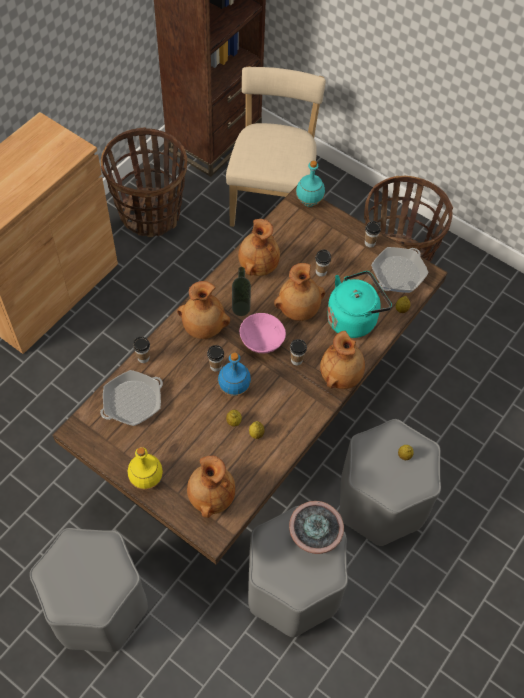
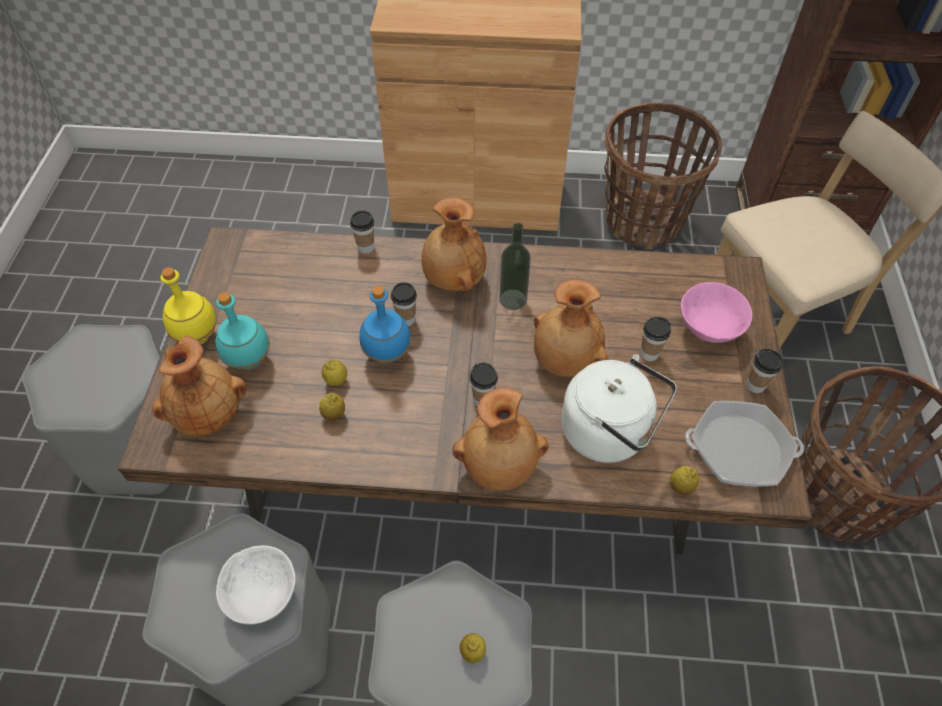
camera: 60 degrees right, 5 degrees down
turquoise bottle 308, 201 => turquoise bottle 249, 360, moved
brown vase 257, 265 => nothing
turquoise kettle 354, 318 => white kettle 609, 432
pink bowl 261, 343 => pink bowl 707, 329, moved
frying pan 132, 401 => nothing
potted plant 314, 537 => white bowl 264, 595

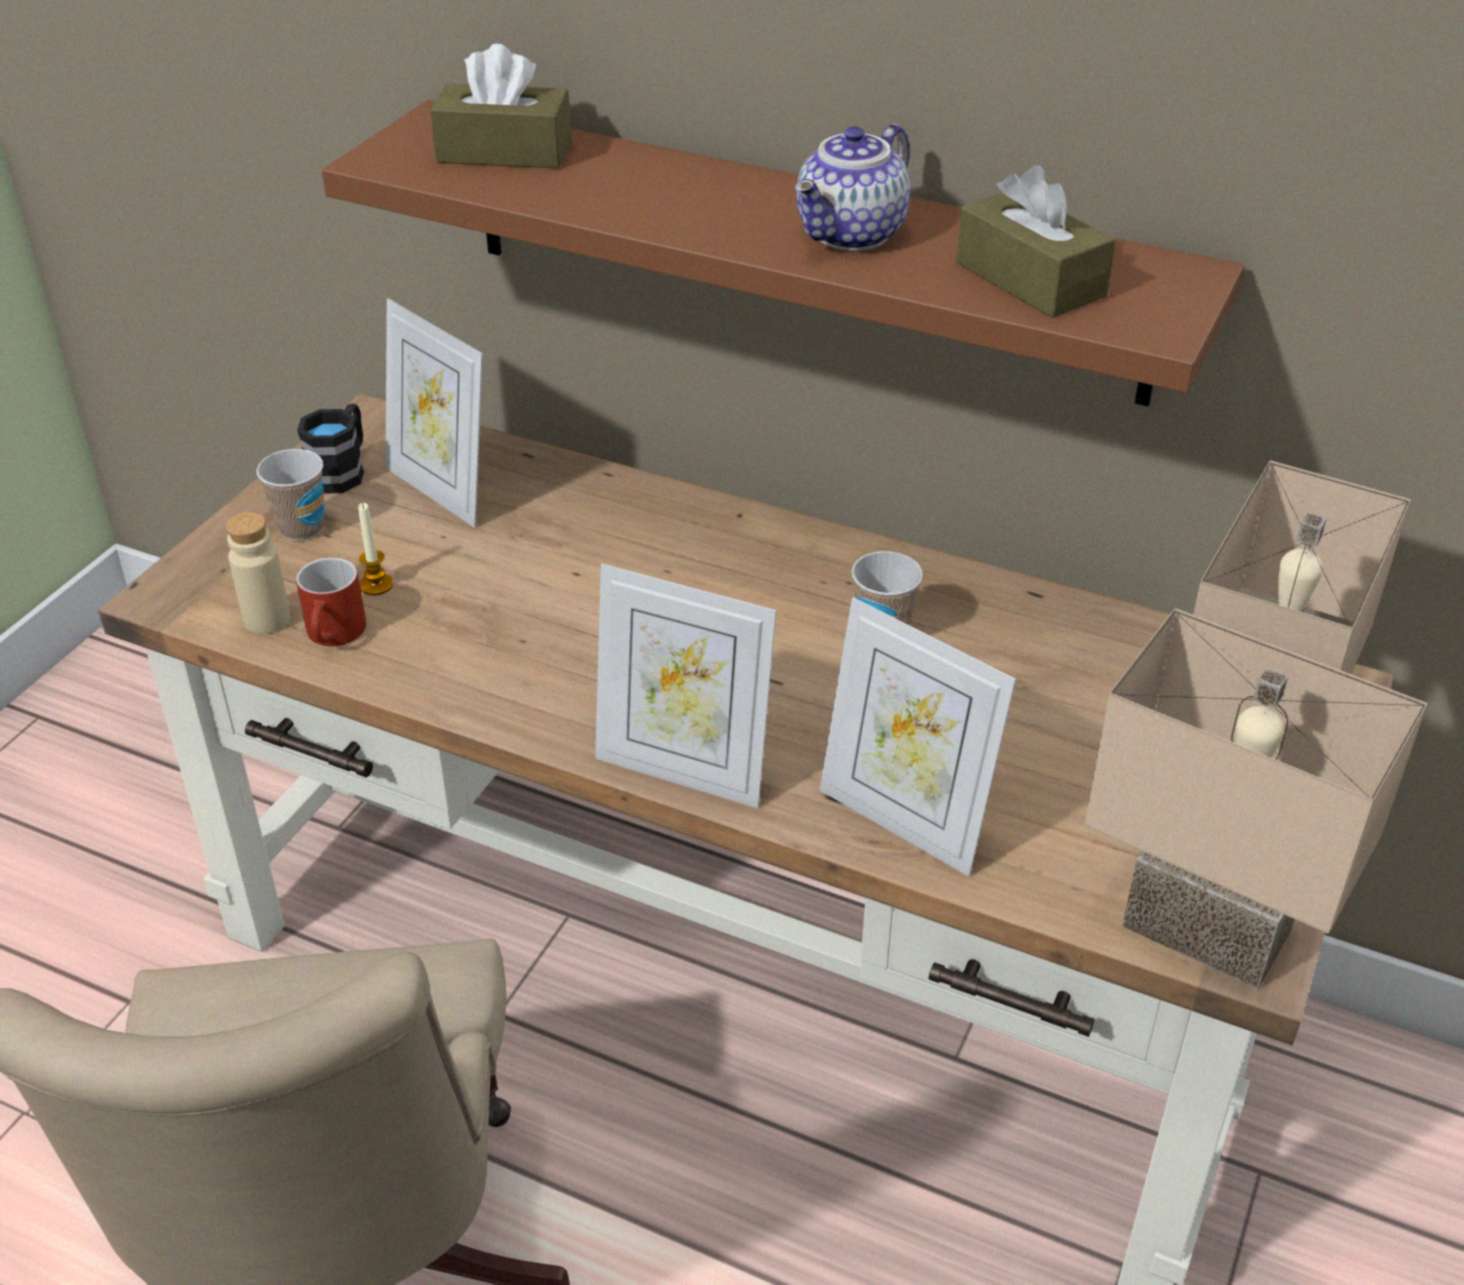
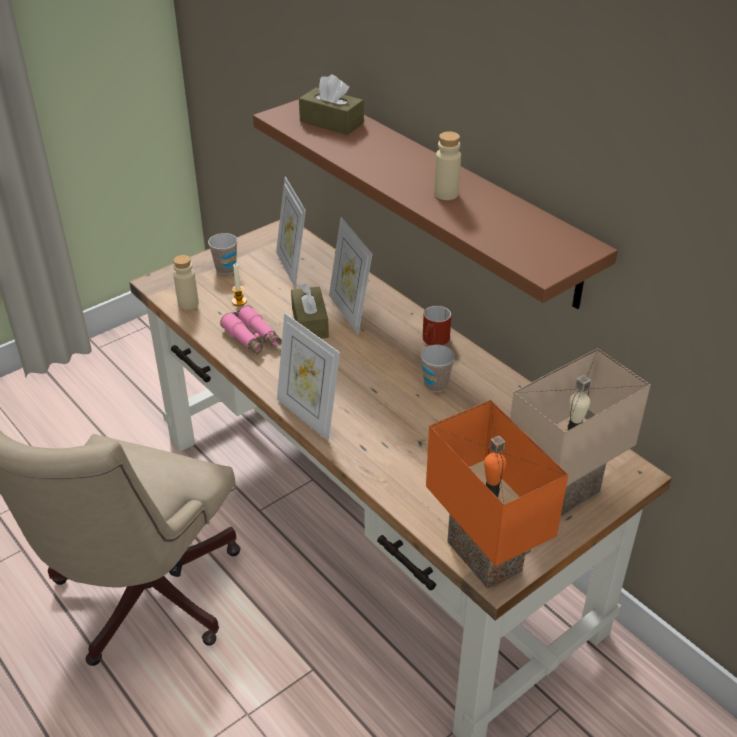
camera: 25 degrees right, 0 degrees up
teapot 853, 235 => beige bottle 446, 194
brown tissue box 1030, 279 => brown tissue box 310, 323, moved
black mug 342, 471 => nothing
red mug 335, 636 => red mug 434, 341, moved
picture frame 903, 821 => picture frame 350, 312, moved
beige table lamp 1211, 925 => orange table lamp 488, 555
nothing => pink binoculars 252, 338

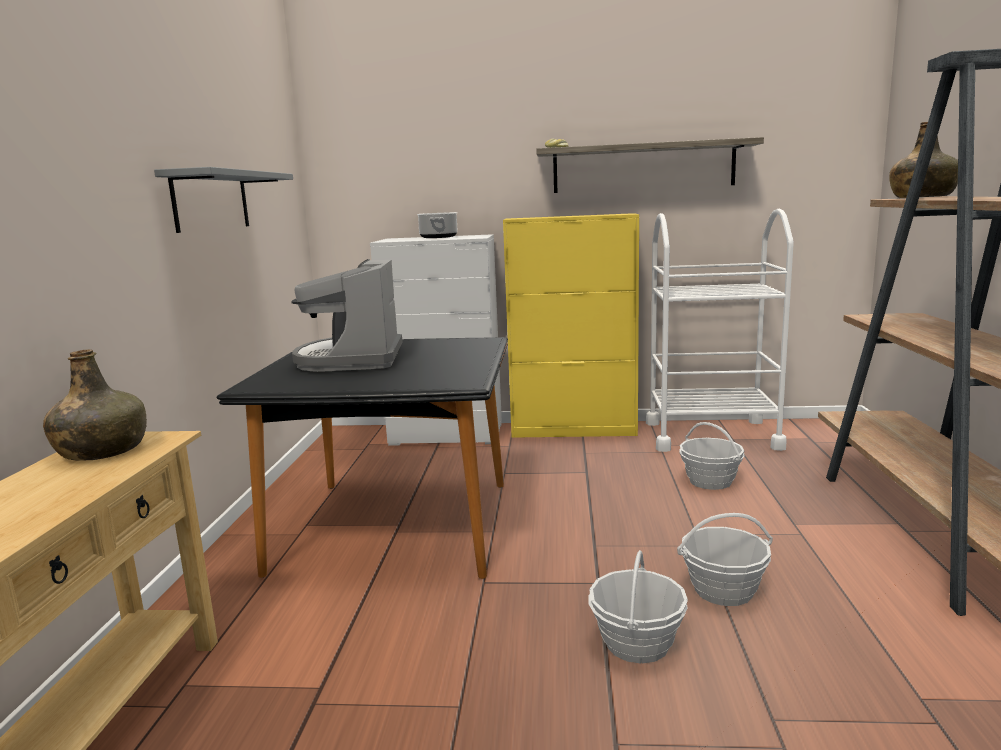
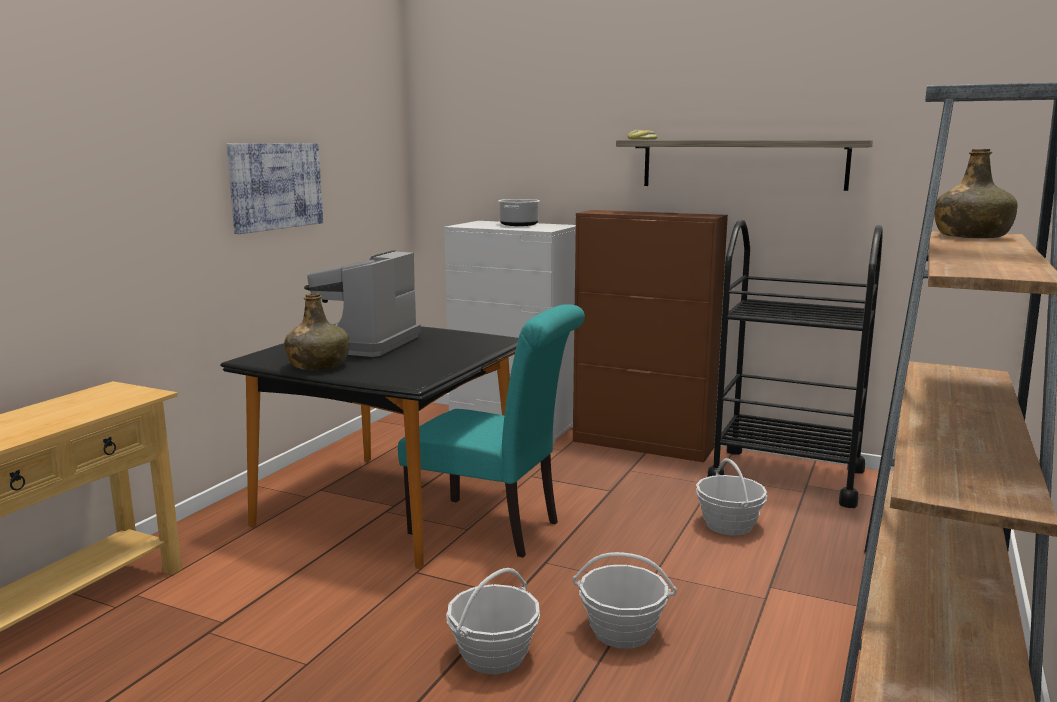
camera: 20 degrees right, 0 degrees up
grey shelf 211, 201 => picture 276, 186
white cart 711, 435 => black cart 786, 476
yellow cabinet 574, 430 => brown cabinet 643, 445
green bottle 102, 451 => green bottle 318, 366, moved
nothing => turquoise chair 493, 528

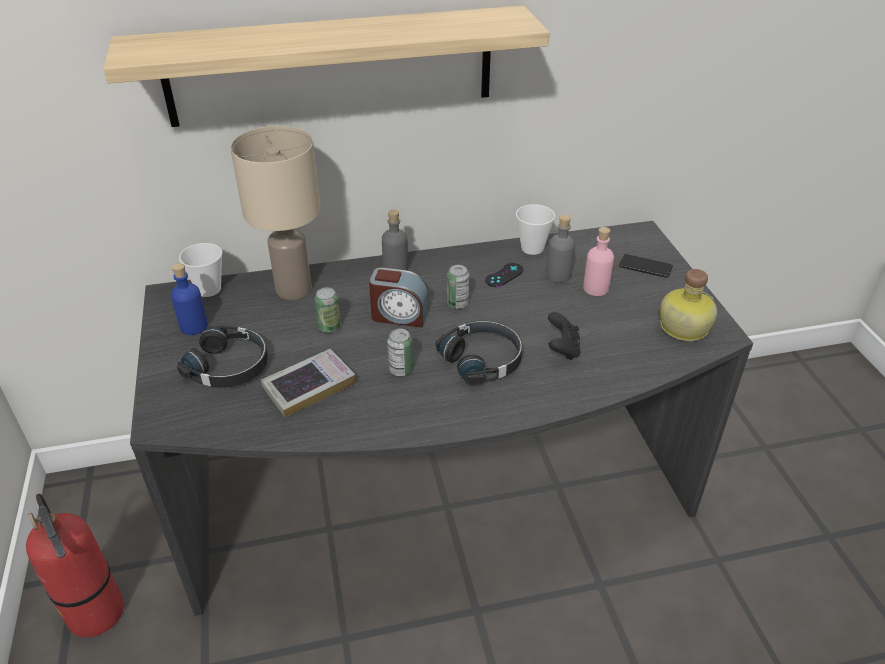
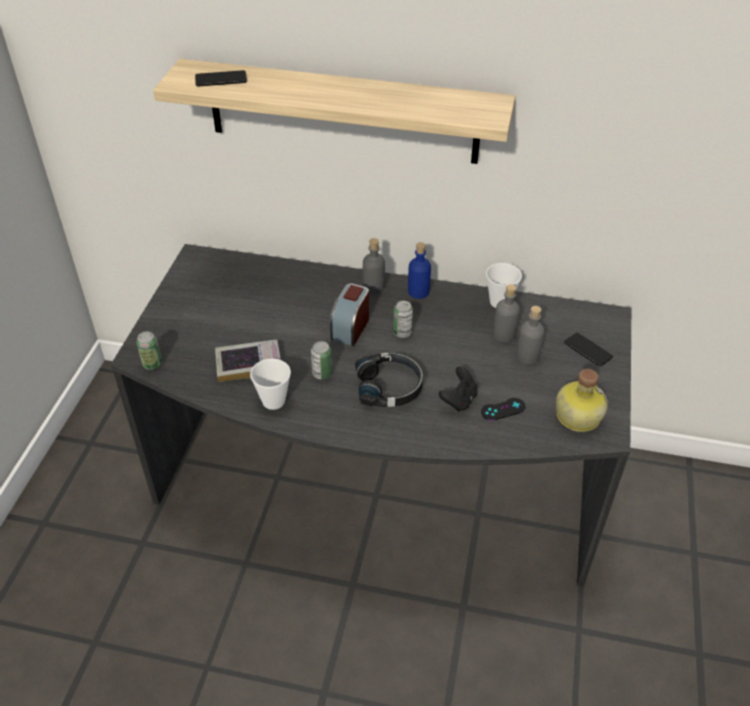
camera: 25 degrees right, 5 degrees up
beige table lamp 294, 289 => nothing
pink bottle 595, 288 => grey bottle 527, 356
cup 208, 289 => cup 273, 401, moved
blue bottle 194, 326 => blue bottle 418, 291, moved
black game controller 504, 275 => black game controller 503, 409, moved
alarm clock 399, 315 => alarm clock 350, 328, 75 degrees clockwise
can 329, 327 => can 152, 364, moved
black headphones 229, 366 => nothing
fire extinguisher 97, 613 => nothing
nothing => phone 221, 79

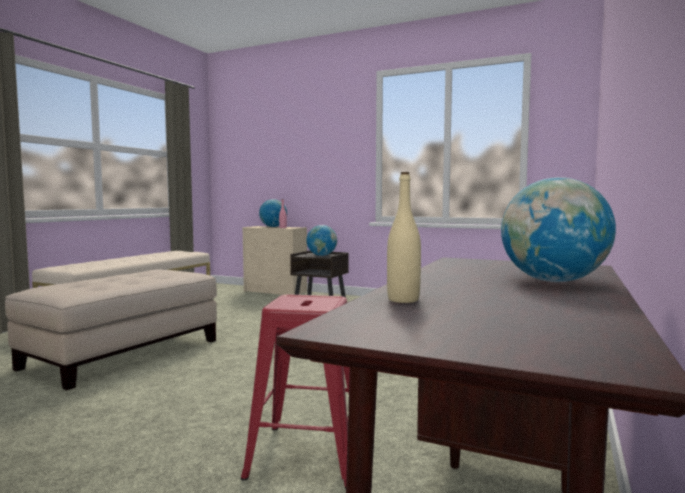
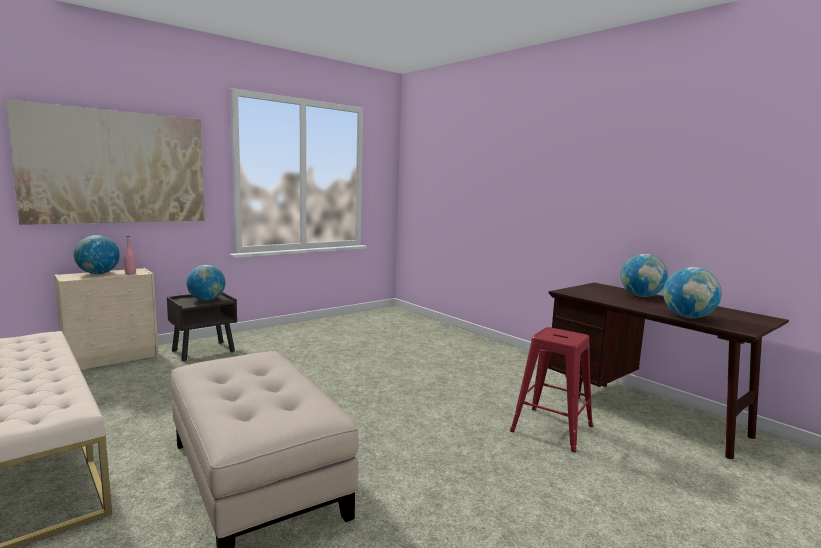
camera: 65 degrees left, 5 degrees up
beige bottle 403, 300 => globe 688, 317
nothing => picture 117, 167

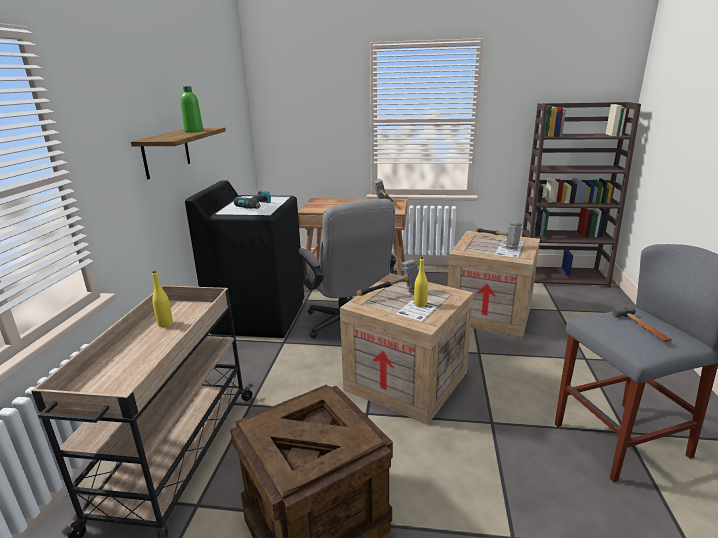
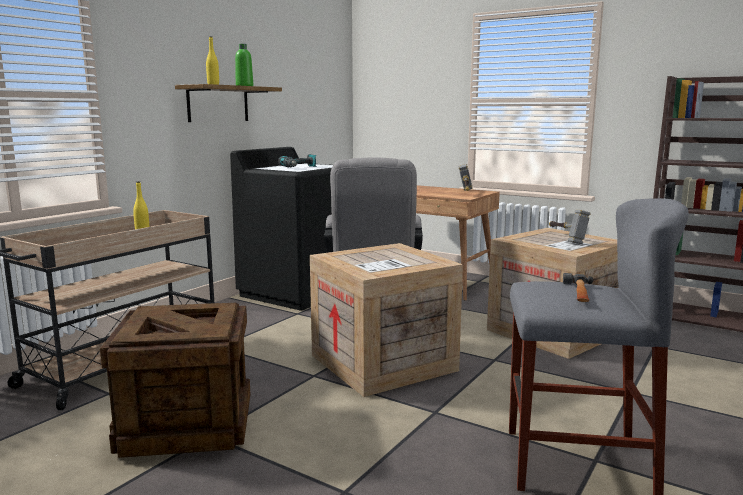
camera: 25 degrees right, 10 degrees down
yellow bottle 420, 304 => yellow bottle 213, 84, moved
hammer 391, 295 => nothing

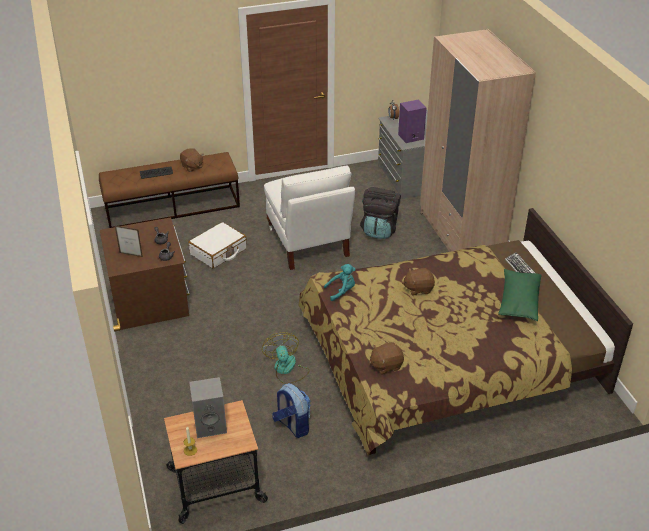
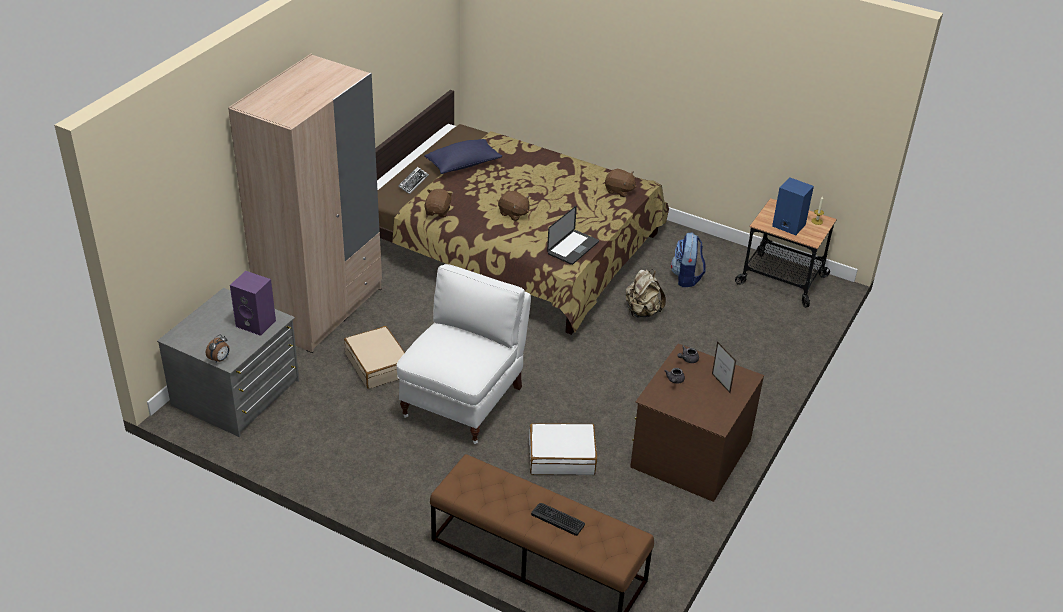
camera: 135 degrees left, 0 degrees up
brown plush toy 192, 166 => brown plush toy 438, 212, moved
black backpack 379, 229 => beige suitcase 378, 365
turquoise plush toy 341, 291 => laptop 573, 248
green pillow 518, 302 => blue pillow 463, 165
fan 287, 369 => beige backpack 642, 312
grey speaker 211, 425 => blue speaker 787, 225

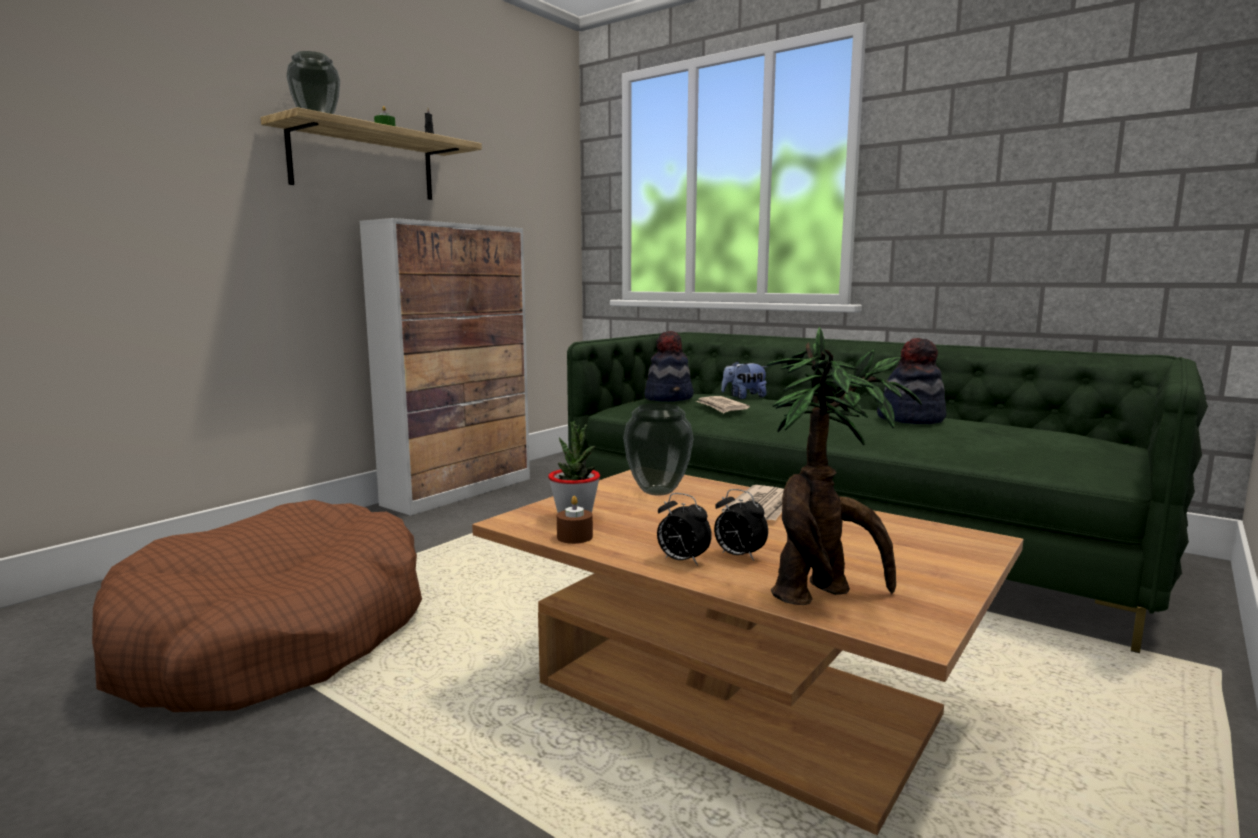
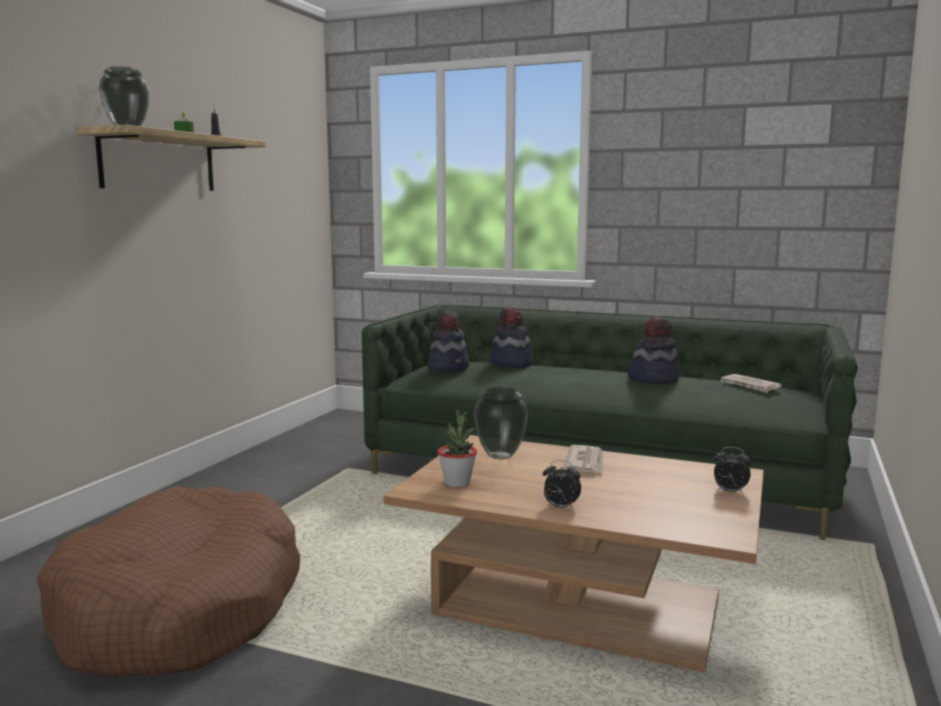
camera: 15 degrees left, 0 degrees up
cabinet 460, 491 => nothing
potted plant 823, 595 => nothing
plush toy 744, 397 => hat 511, 364
newspaper 721, 407 => newspaper 750, 386, moved
alarm clock 738, 556 => alarm clock 729, 492, moved
brown candle 574, 537 => nothing

